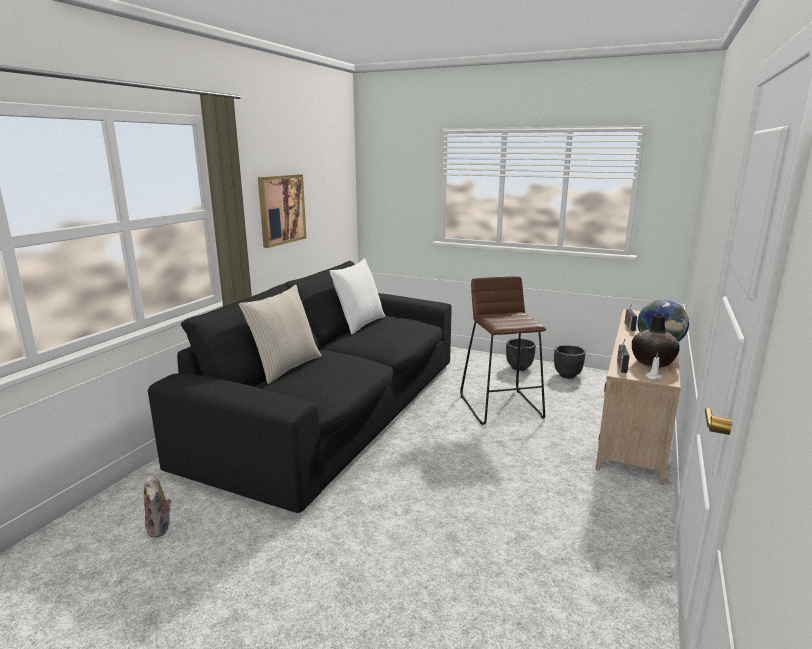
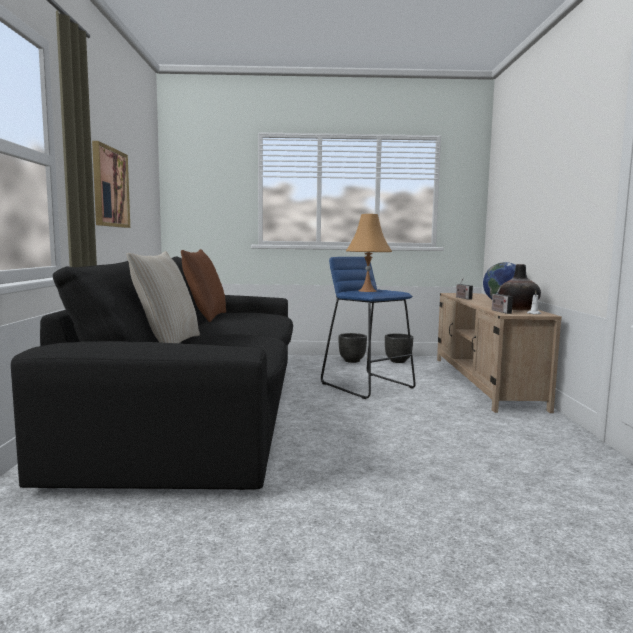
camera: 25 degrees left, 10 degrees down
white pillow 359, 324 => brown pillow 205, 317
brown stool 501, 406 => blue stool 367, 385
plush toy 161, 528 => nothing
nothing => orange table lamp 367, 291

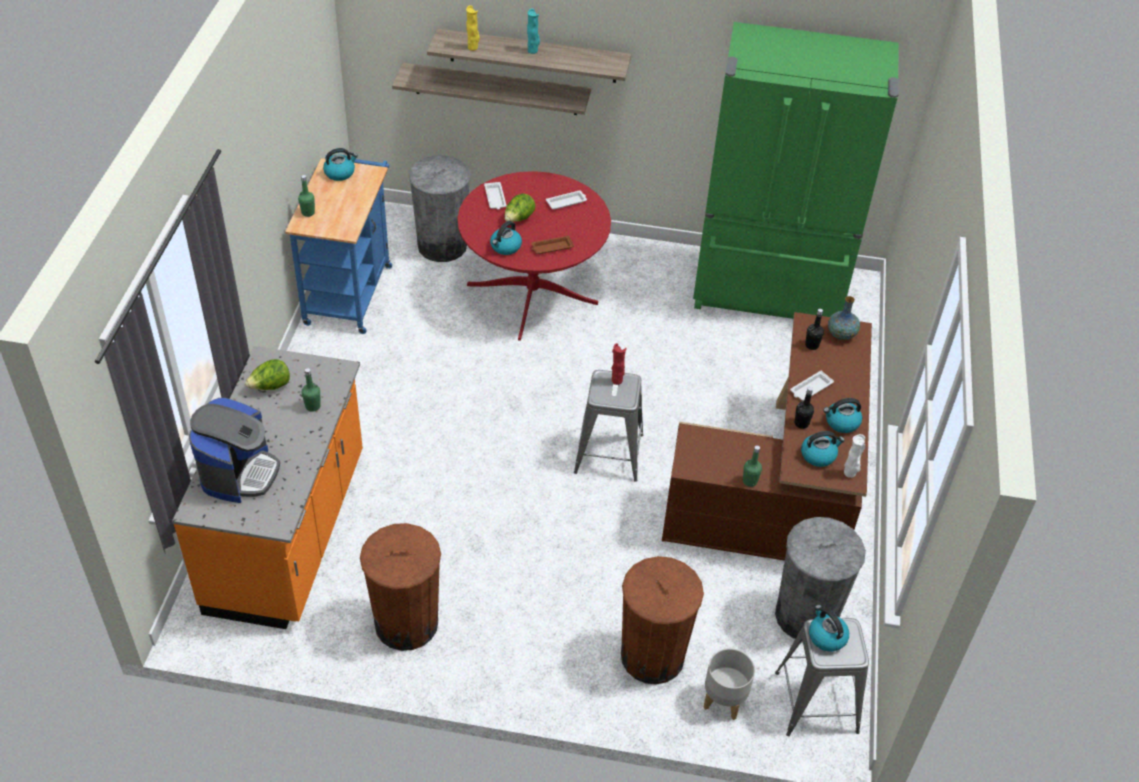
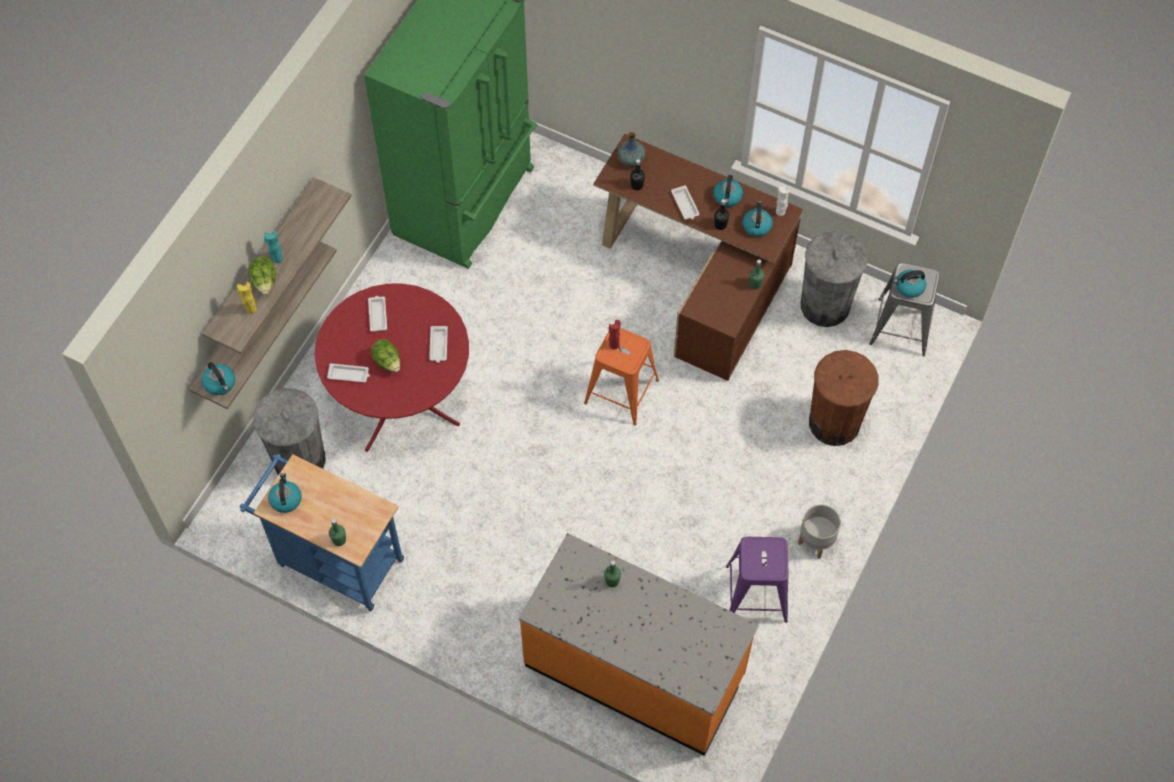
camera: 70 degrees left, 15 degrees up
kettle 505, 247 => kettle 220, 383, moved
brown tray 551, 247 => white tray 438, 346
lettuce 270, 386 => lettuce 265, 282, moved
grey stool 609, 453 => orange stool 621, 391
coffee machine 239, 473 => nothing
brown trash can 406, 623 => purple stool 756, 593
grey planter 724, 701 => grey planter 816, 542, moved

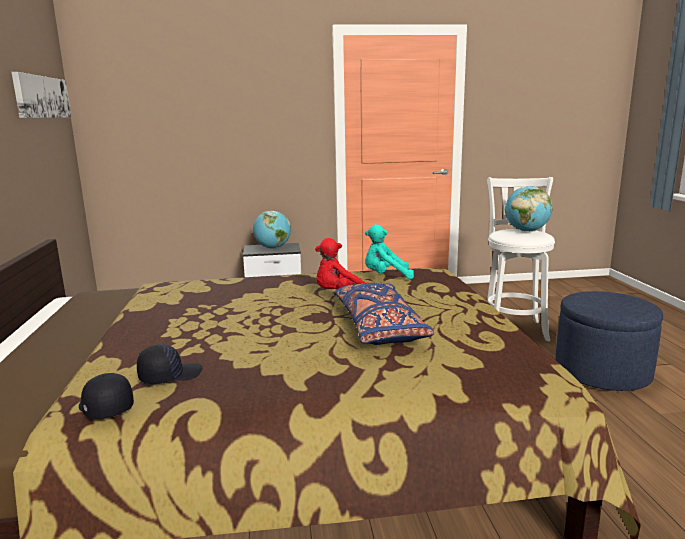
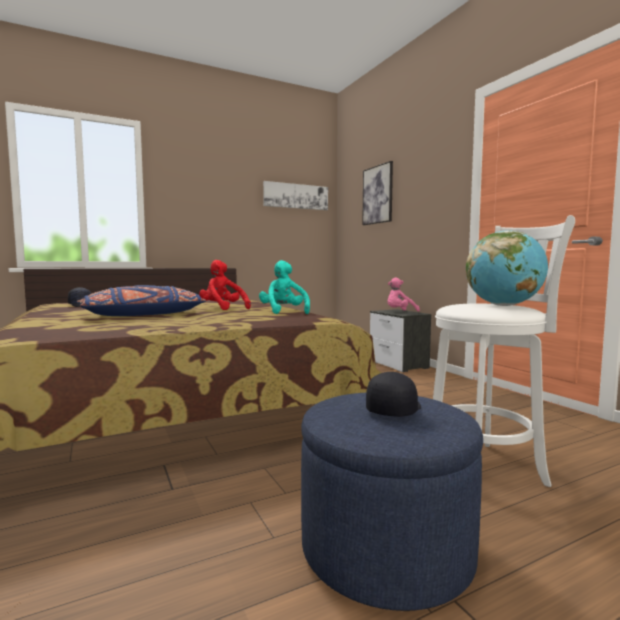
camera: 70 degrees right, 10 degrees down
globe 272, 248 => pink plush toy 400, 312
black cap 105, 407 => black cap 393, 409, moved
nothing => picture 377, 195

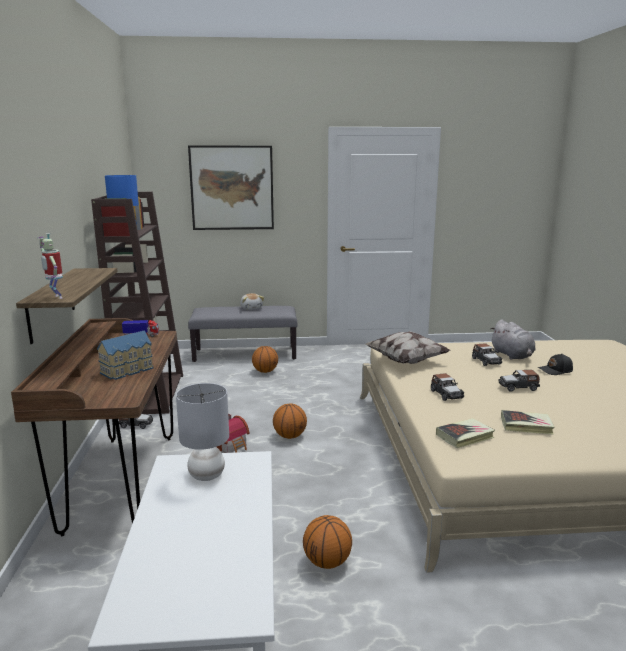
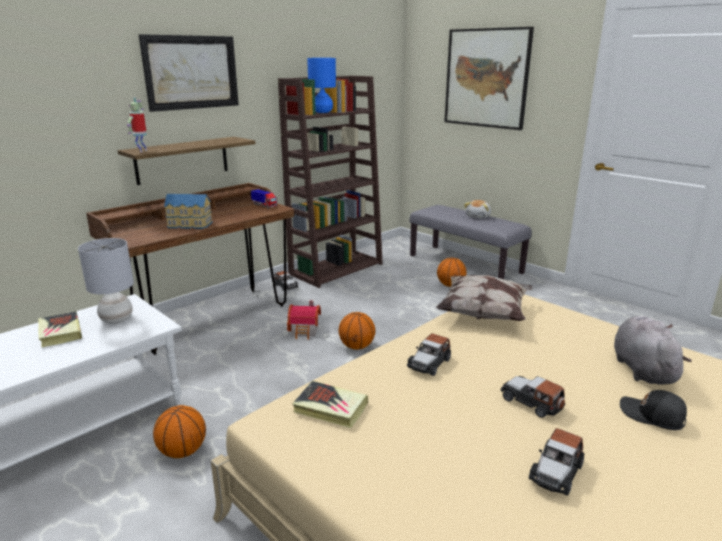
camera: 50 degrees right, 5 degrees up
grey plush toy 512, 355 => grey plush toy 641, 369, 150 degrees clockwise
toy car 486, 361 => toy car 556, 472, moved
book 526, 426 => book 60, 332, moved
nothing => picture 191, 72

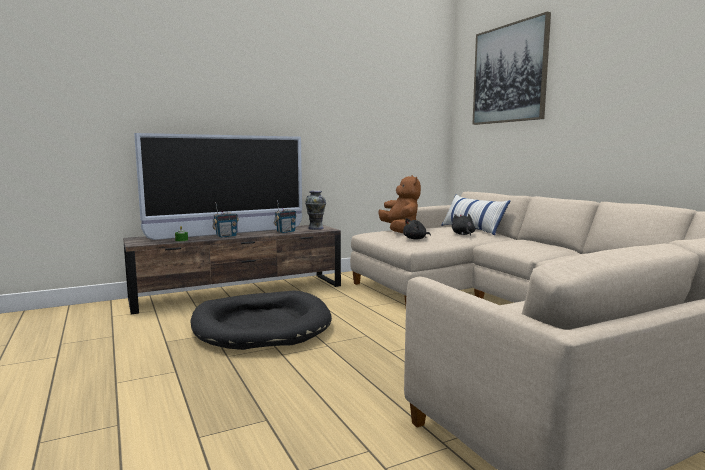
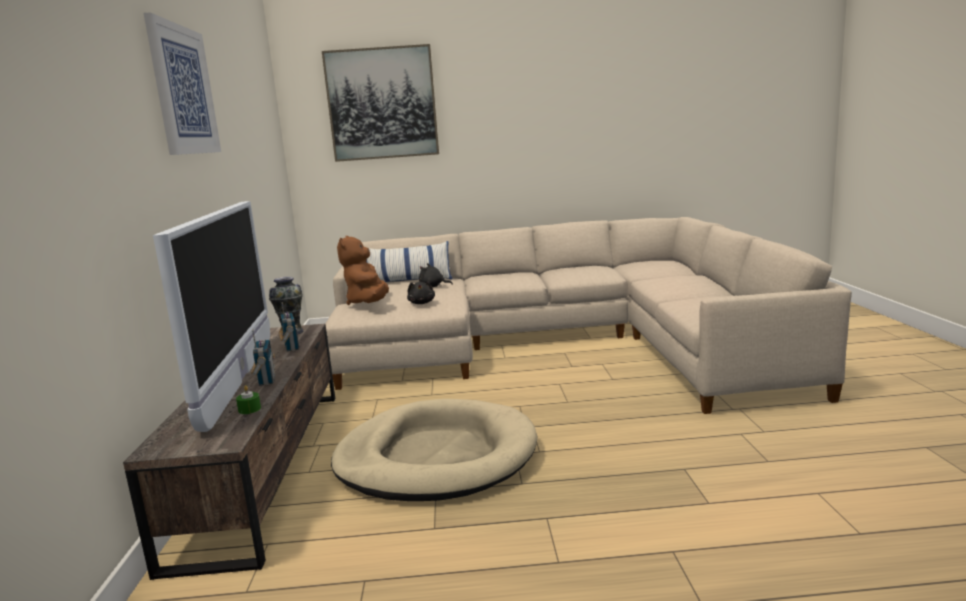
camera: 65 degrees left, 5 degrees up
brown plush toy 400, 231 => brown plush toy 368, 303, 105 degrees counterclockwise
black dog bed 261, 325 => beige dog bed 436, 457
nothing => picture 183, 90

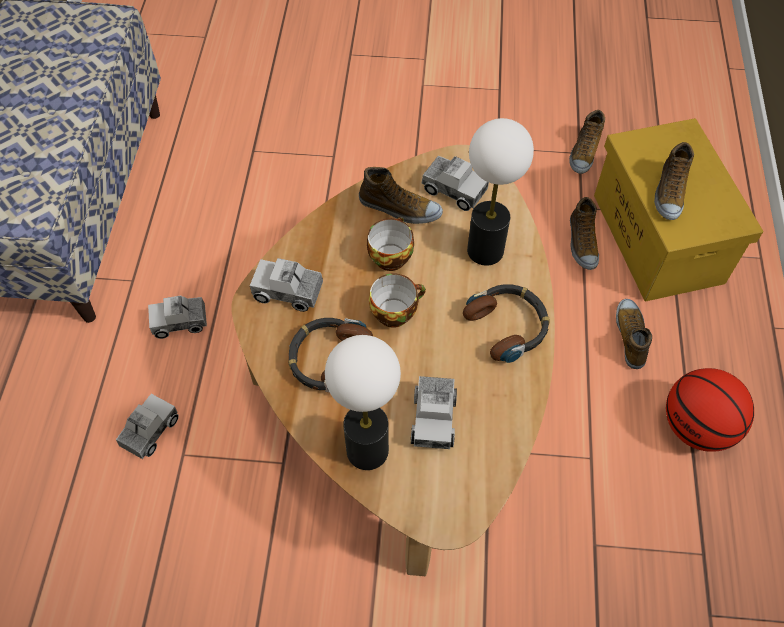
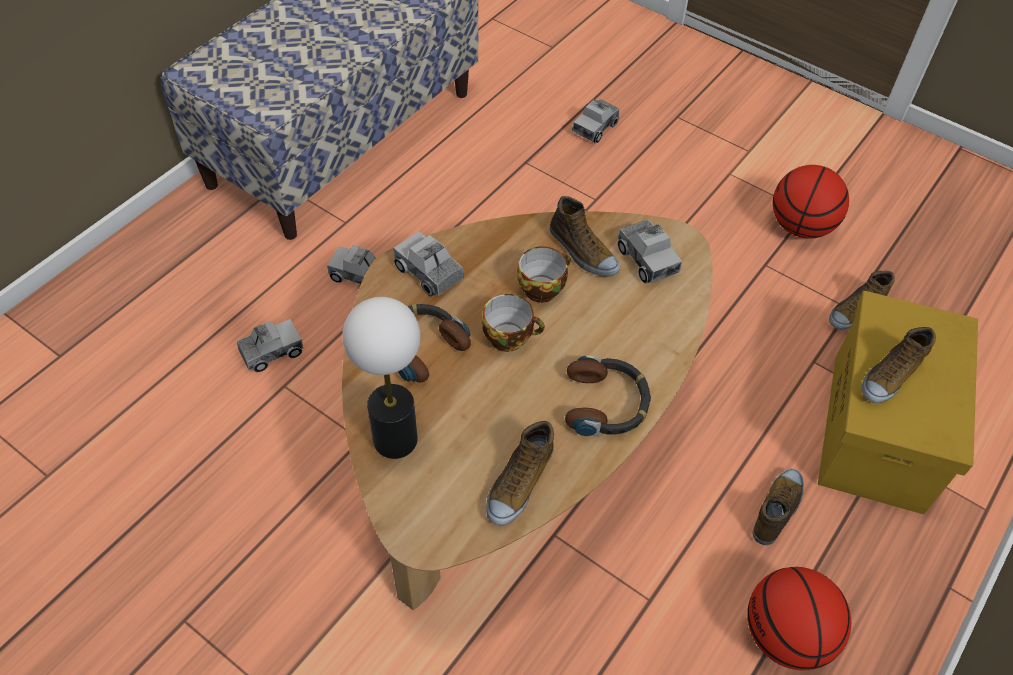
camera: 30 degrees right, 5 degrees down
table lamp 485, 251 => nothing
shoe 581, 243 => shoe 519, 482, moved
toy truck 433, 418 => toy truck 595, 127, moved
nothing => basketball 801, 227

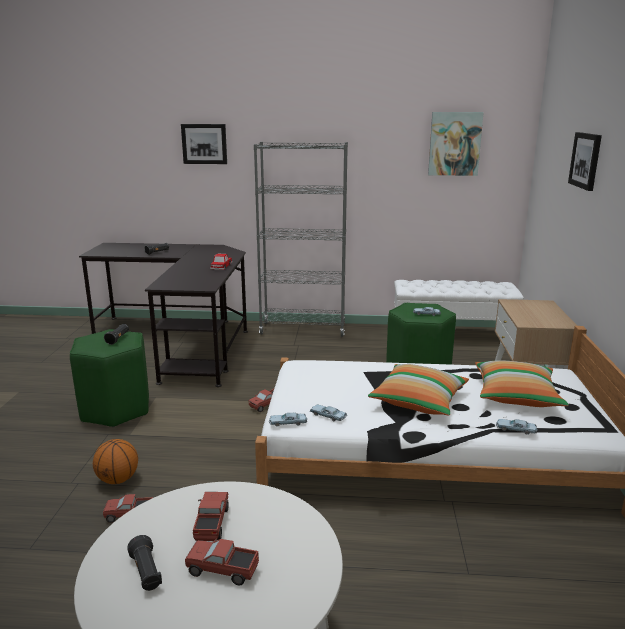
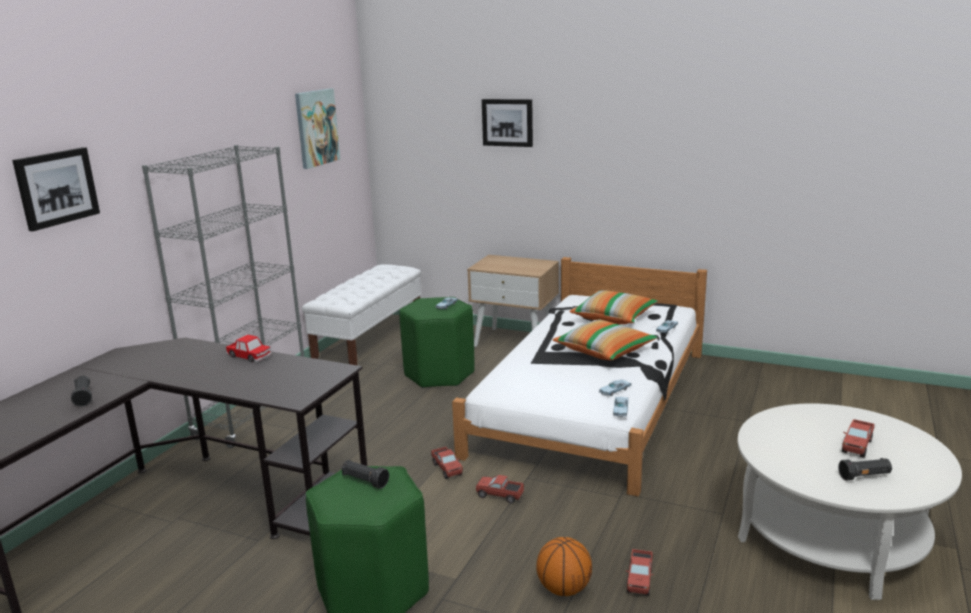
camera: 70 degrees left, 0 degrees up
toy truck 212, 525 => toy truck 500, 496, moved

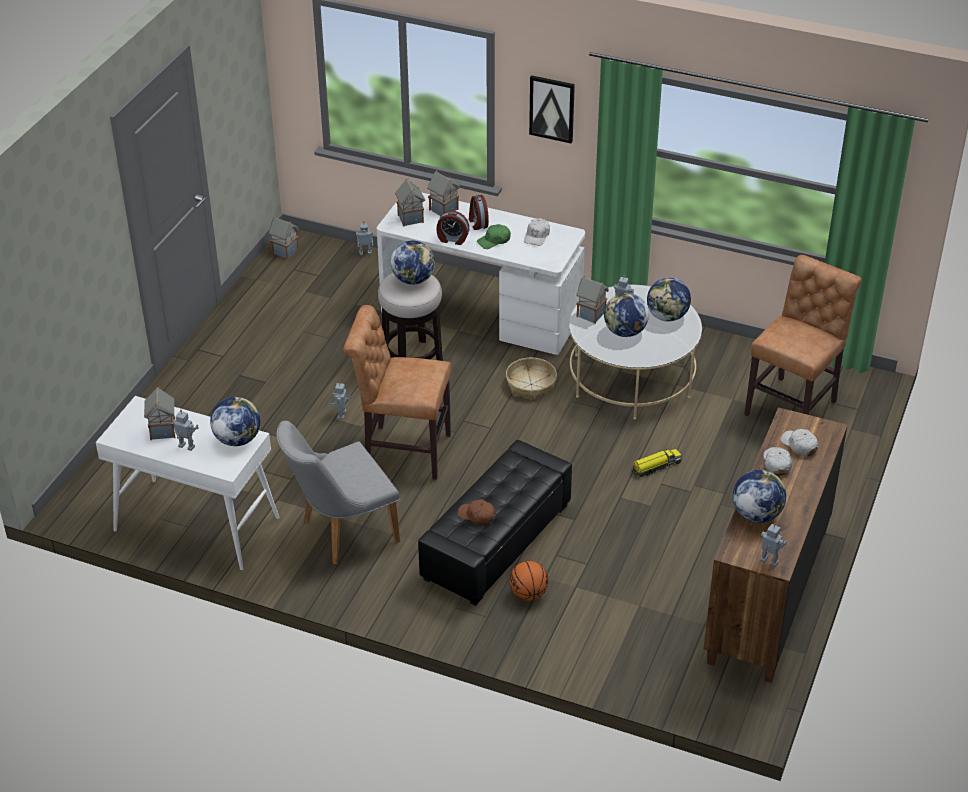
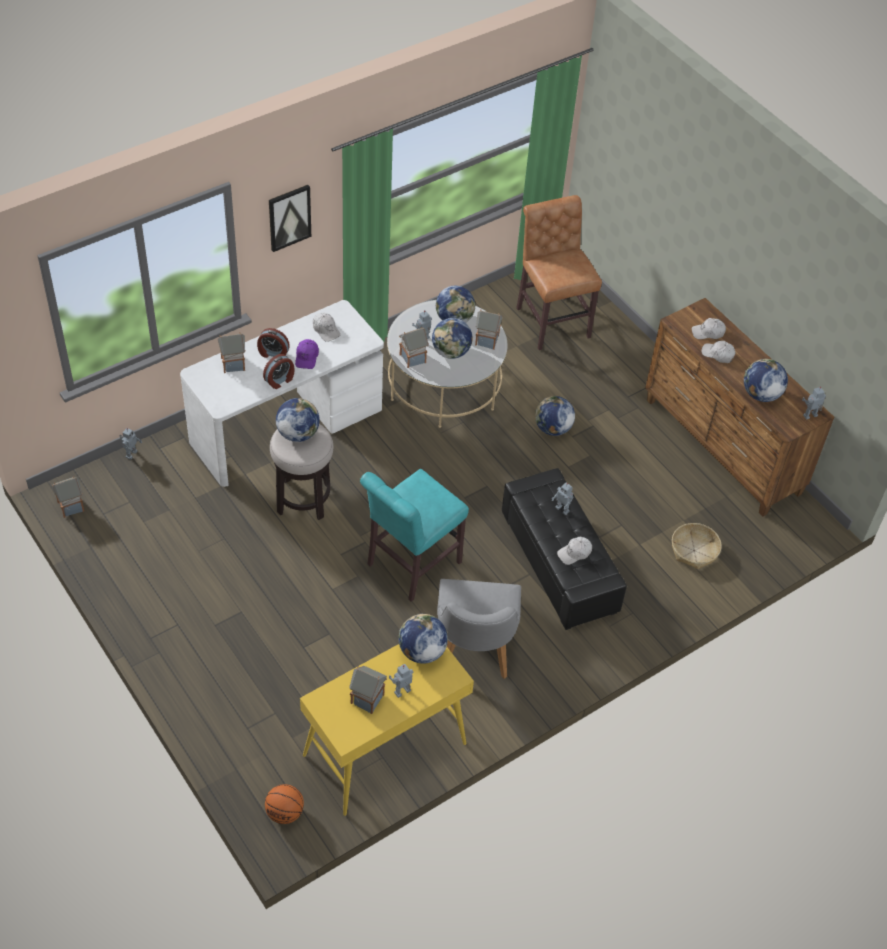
camera: 60 degrees left, 10 degrees up
toy house 411, 219 => toy house 487, 340, moved
green cap 494, 241 => purple cap 307, 357
brown chair 402, 451 => turquoise chair 410, 566
basket 531, 384 => basket 694, 550, moved
toy robot 342, 415 => toy robot 563, 509, moved
white console table 195, 524 => yellow console table 384, 750
toy truck 655, 467 => globe 552, 429
brown cap 477, 516 => white cap 574, 553
basketball 528, 594 => basketball 285, 812, moved

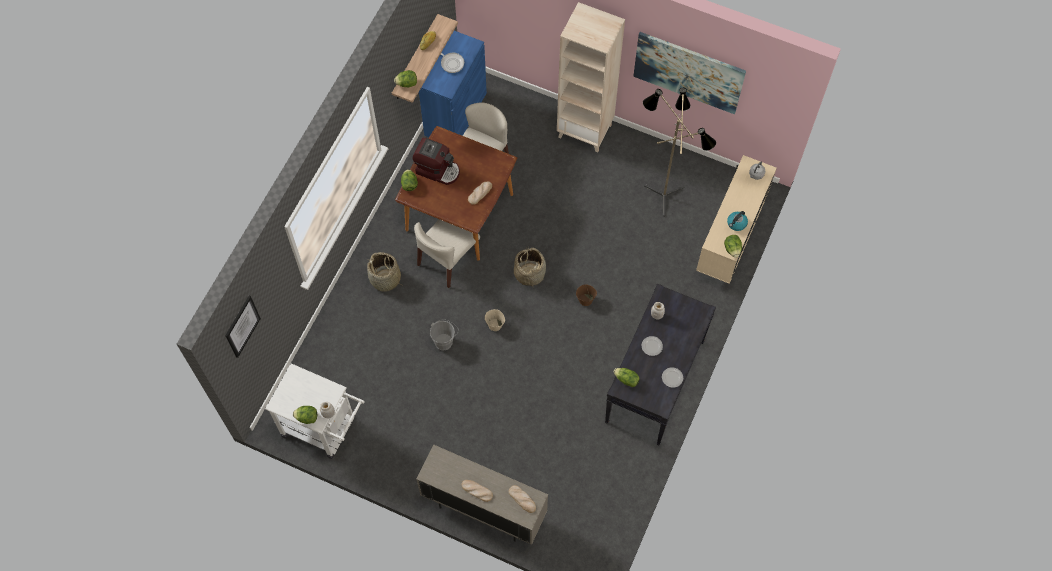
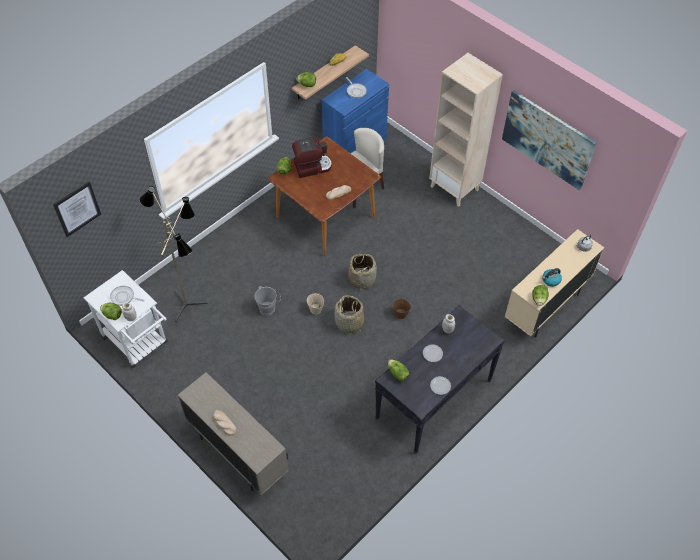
camera: 20 degrees right, 10 degrees down
floor lamp 665, 192 => floor lamp 189, 302, moved
coffee machine 438, 170 => coffee machine 312, 166, 60 degrees counterclockwise
beige chair 448, 260 => nothing
basket 385, 279 => basket 349, 323, moved
bread 522, 499 => nothing
nothing => frying pan 124, 297

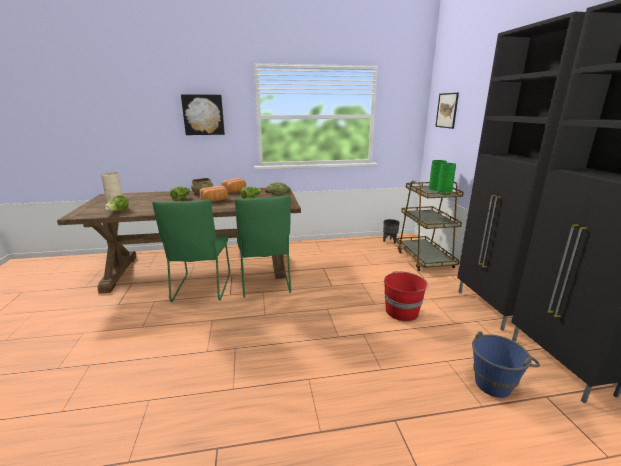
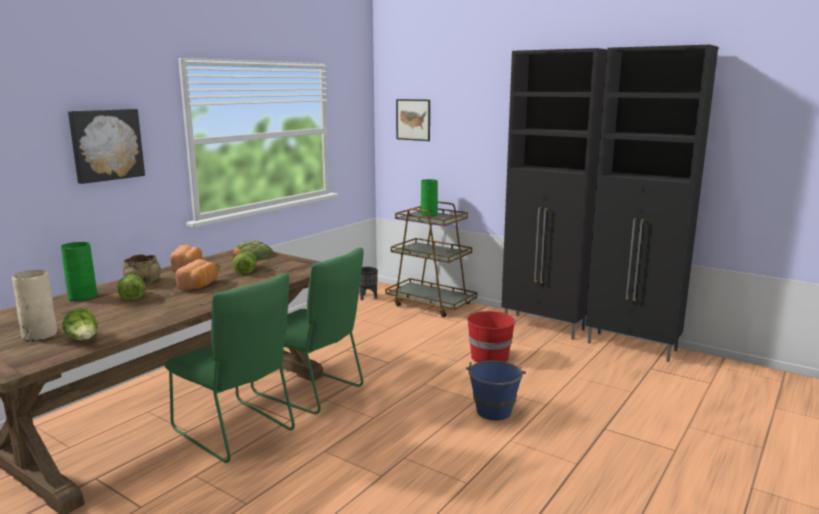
camera: 45 degrees left, 5 degrees down
green vase 444, 193 => green vase 82, 297, moved
blue bucket 496, 381 => blue bucket 494, 407, moved

